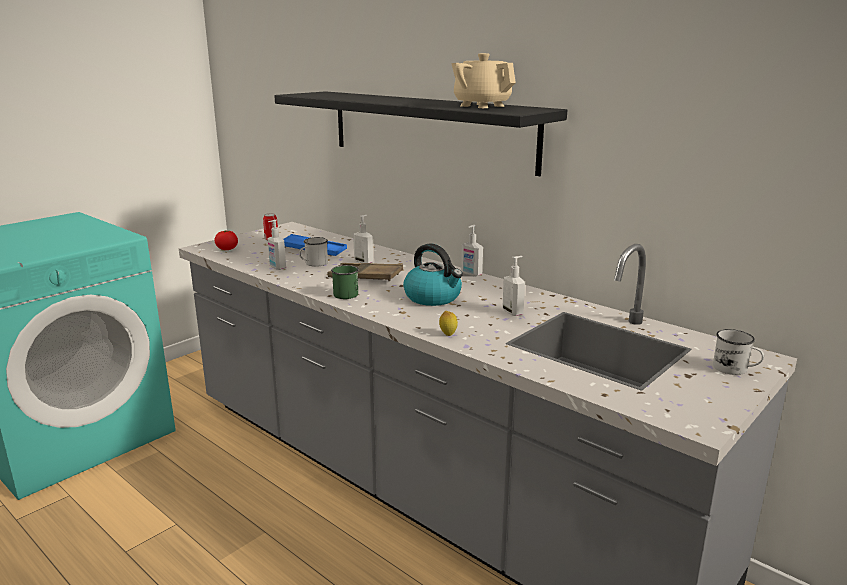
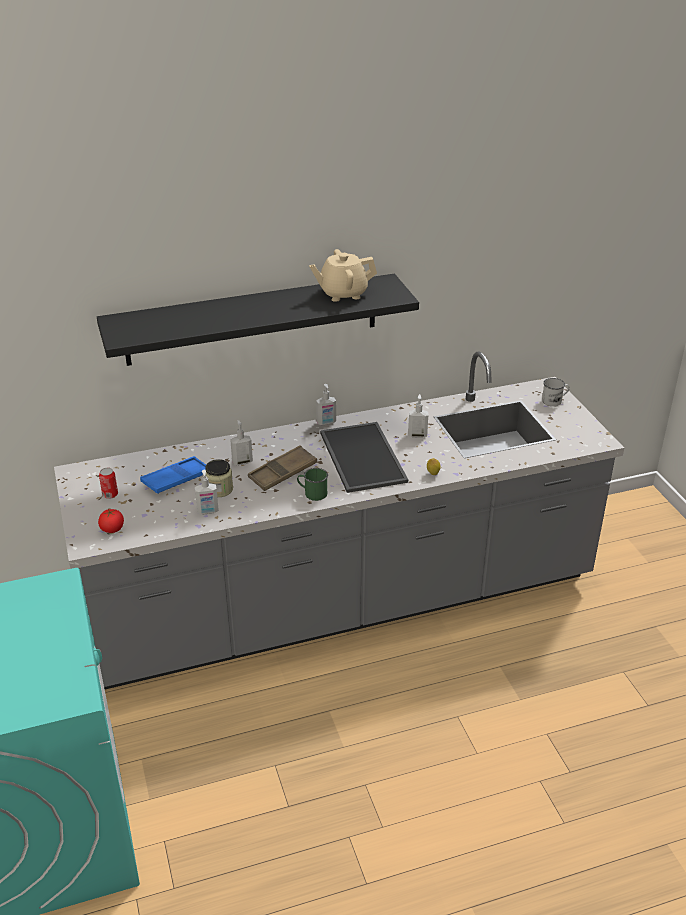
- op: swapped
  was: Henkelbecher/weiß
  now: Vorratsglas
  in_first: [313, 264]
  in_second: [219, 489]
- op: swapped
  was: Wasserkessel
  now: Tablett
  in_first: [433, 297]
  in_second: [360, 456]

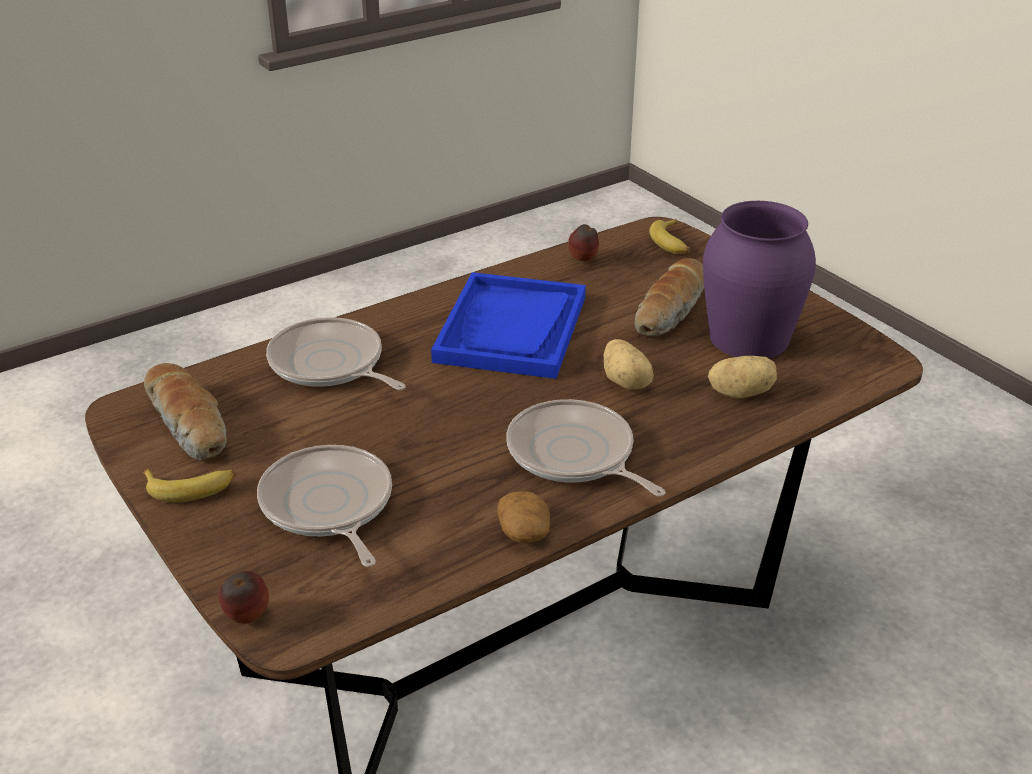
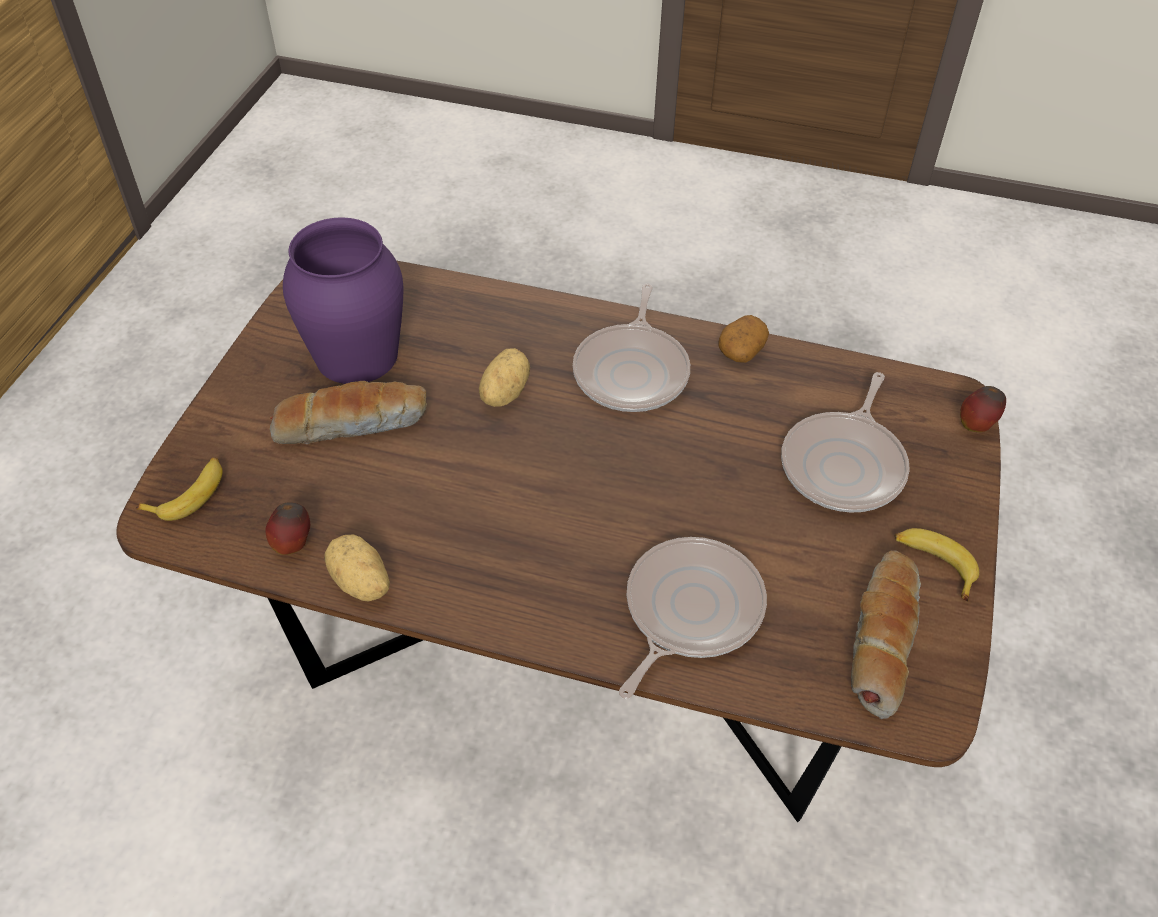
- op: gone
  was: Tablett/blau
  in_first: [511, 329]
- op: shifted
  was: Kartoffel
  in_first: [740, 393]
  in_second: [360, 584]
- op: rotated
  was: Pfanne
  in_first: [330, 365]
  in_second: [689, 611]
  clockwise: -150

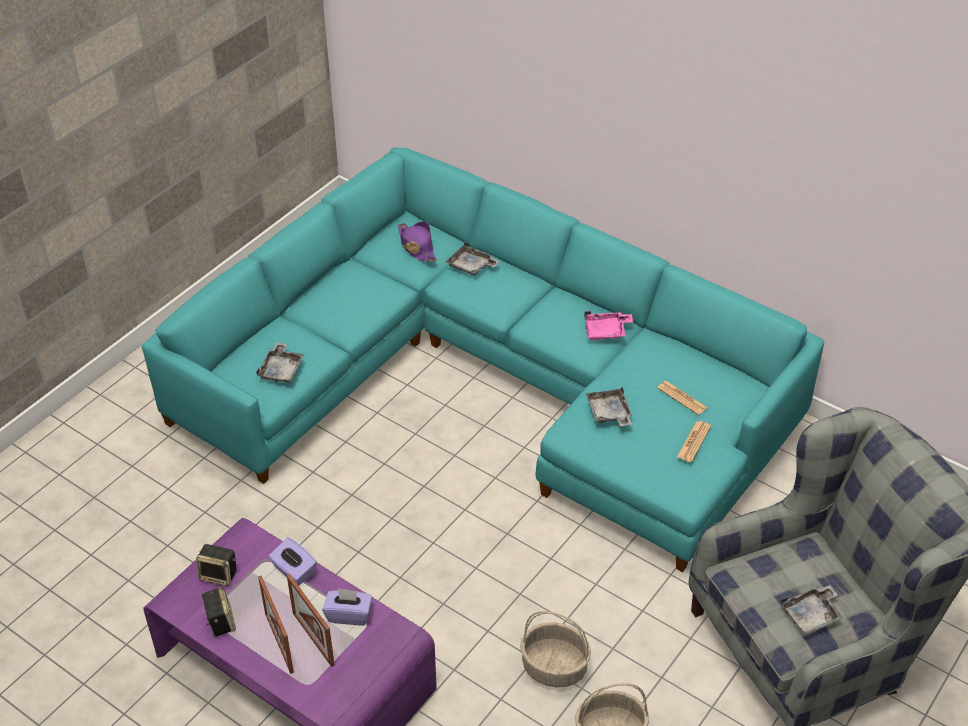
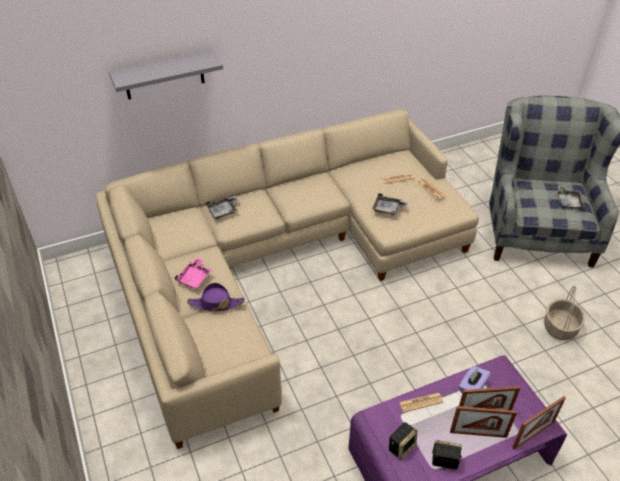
- op: gone
  was: Tablett/grau
  in_first: [281, 369]
- op: gone
  was: Korb
  in_first: [553, 667]
- op: new
  now: Wandregal/grau
  in_second: [164, 75]
- op: new
  now: Bilderrahmen
  in_second: [533, 435]
- op: shifted
  was: Hut/lila
  in_first: [416, 246]
  in_second: [216, 304]
- op: shifted
  was: Tablett/rosa
  in_first: [606, 331]
  in_second: [195, 278]
- op: swapped
  was: Taschentuchbox/lila
  now: Zeitung
  in_first: [294, 571]
  in_second: [421, 402]
- op: repainted
  was: Sofa/türkis
  now: Sofa/beige
  in_first: [490, 381]
  in_second: [278, 263]

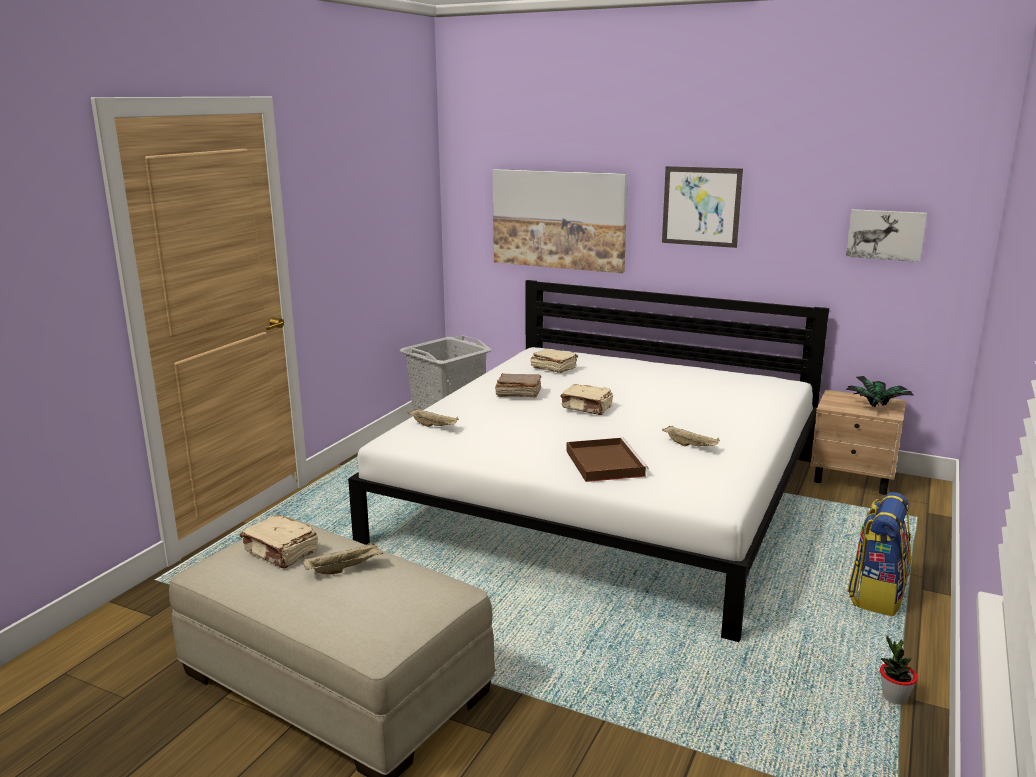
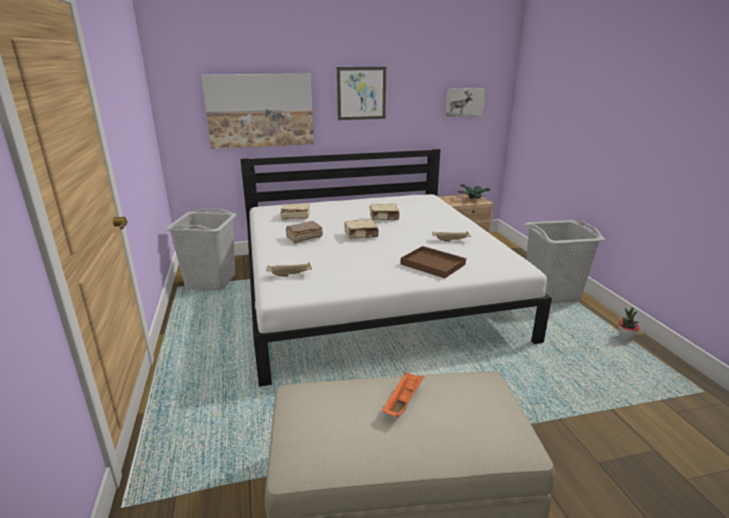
- op: shifted
  was: Buch/beige
  in_first: [281, 552]
  in_second: [384, 217]
- op: swapped
  was: Rucksack
  now: Wäschekorb/grau
  in_first: [876, 595]
  in_second: [551, 294]
- op: repainted
  was: Tablett/beige
  now: Tablett/orange
  in_first: [344, 568]
  in_second: [403, 402]

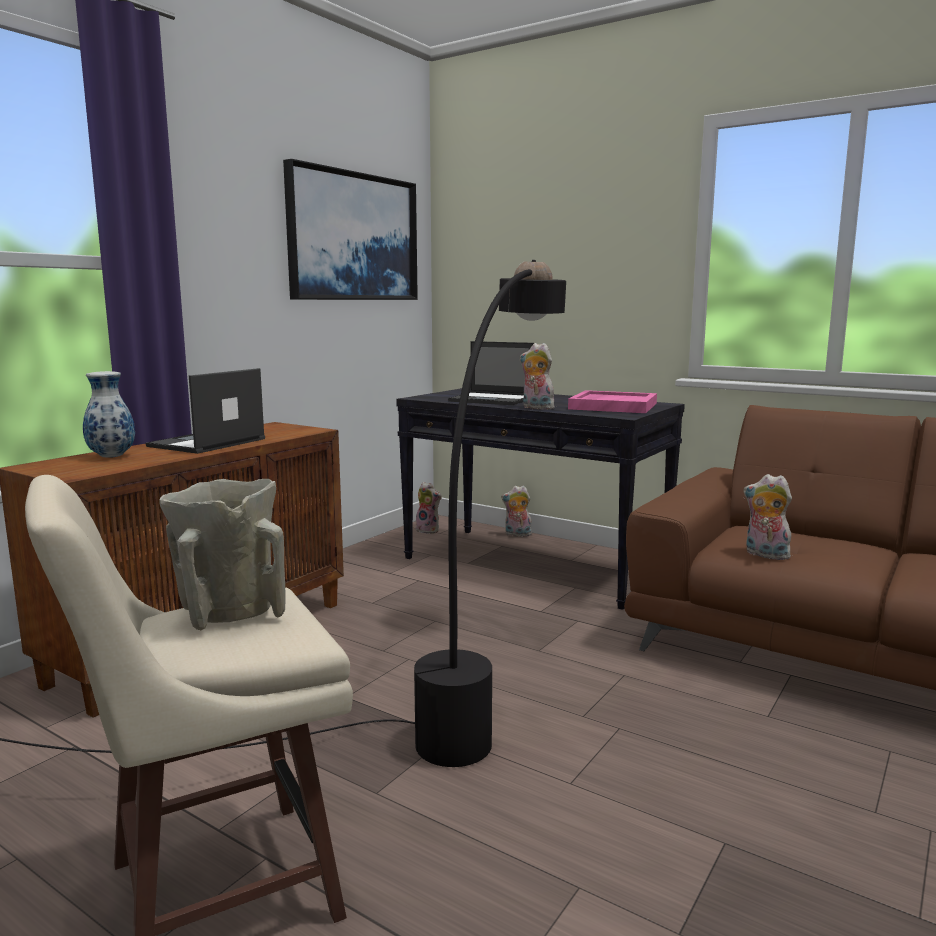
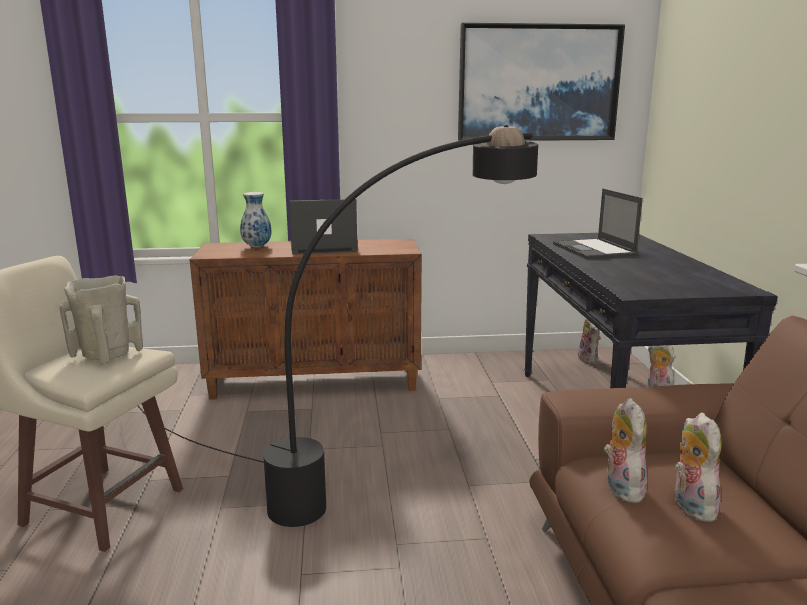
- op: gone
  was: Tablett/rosa
  in_first: [612, 406]
- op: shifted
  was: Plüschtier
  in_first: [536, 408]
  in_second: [690, 506]

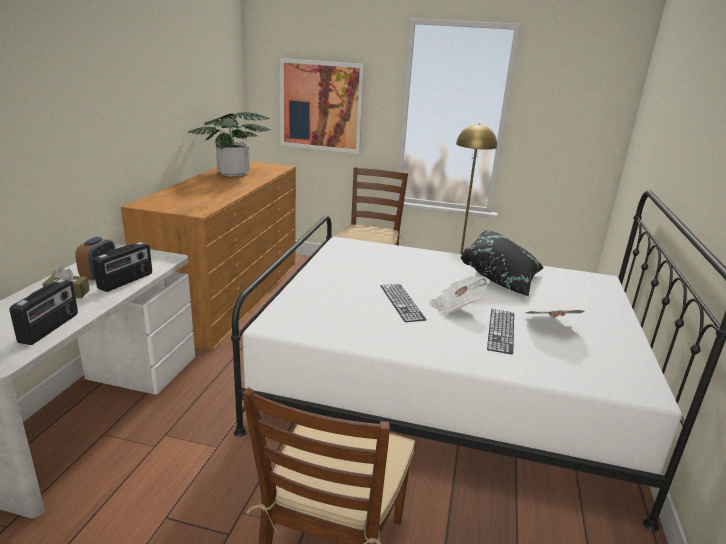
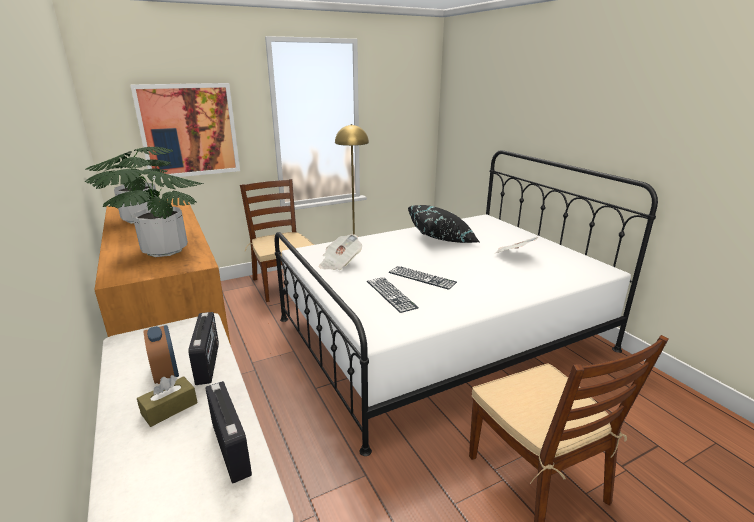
- op: new
  now: Topfpflanze
  in_second: [165, 250]
- op: shifted
  was: Zeitung
  in_first: [456, 307]
  in_second: [340, 263]
- op: shifted
  was: Tastatur
  in_first: [501, 330]
  in_second: [391, 294]

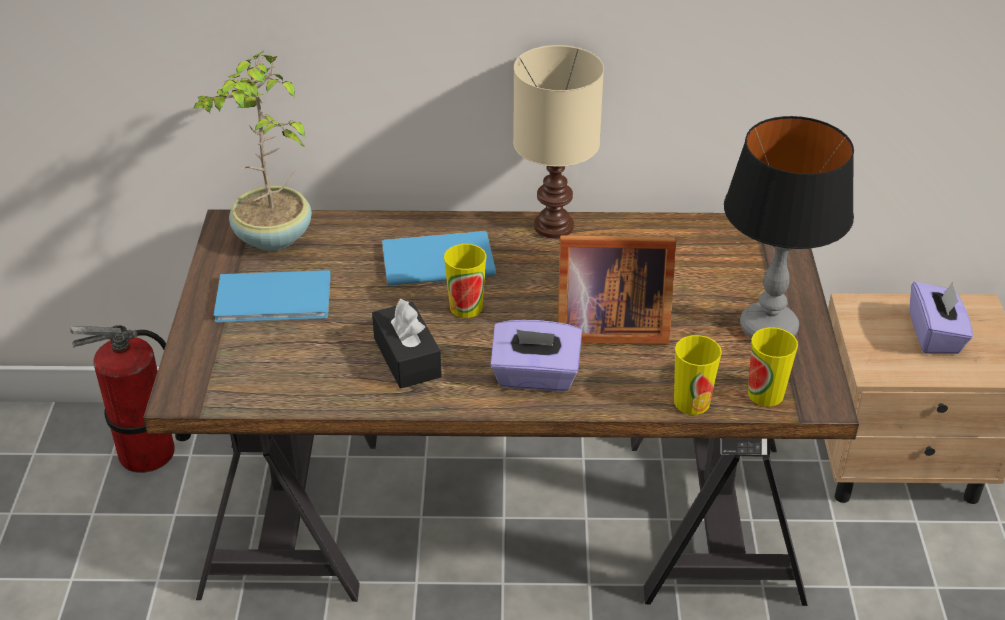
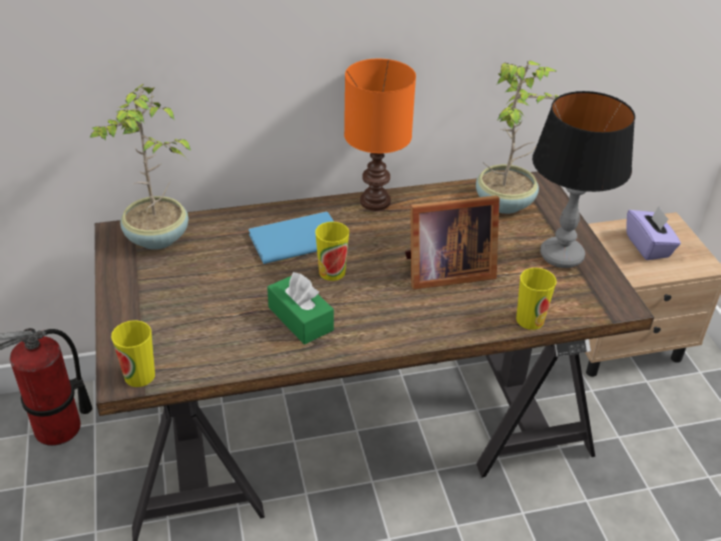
- op: gone
  was: Buch/blau
  in_first: [276, 300]
- op: gone
  was: Taschentuchbox/lila
  in_first: [535, 377]
- op: new
  now: Topfpflanze
  in_second: [506, 203]
- op: shifted
  was: Tasse
  in_first: [765, 394]
  in_second: [139, 375]
- op: repainted
  was: Taschentuchbox/schwarz
  now: Taschentuchbox/grün
  in_first: [407, 357]
  in_second: [300, 319]
- op: repainted
  was: Tischlampe/beige
  now: Tischlampe/orange
  in_first: [555, 227]
  in_second: [376, 202]

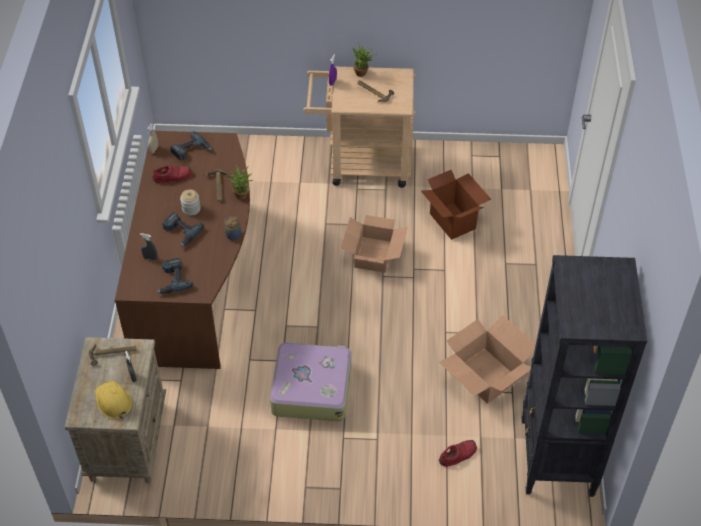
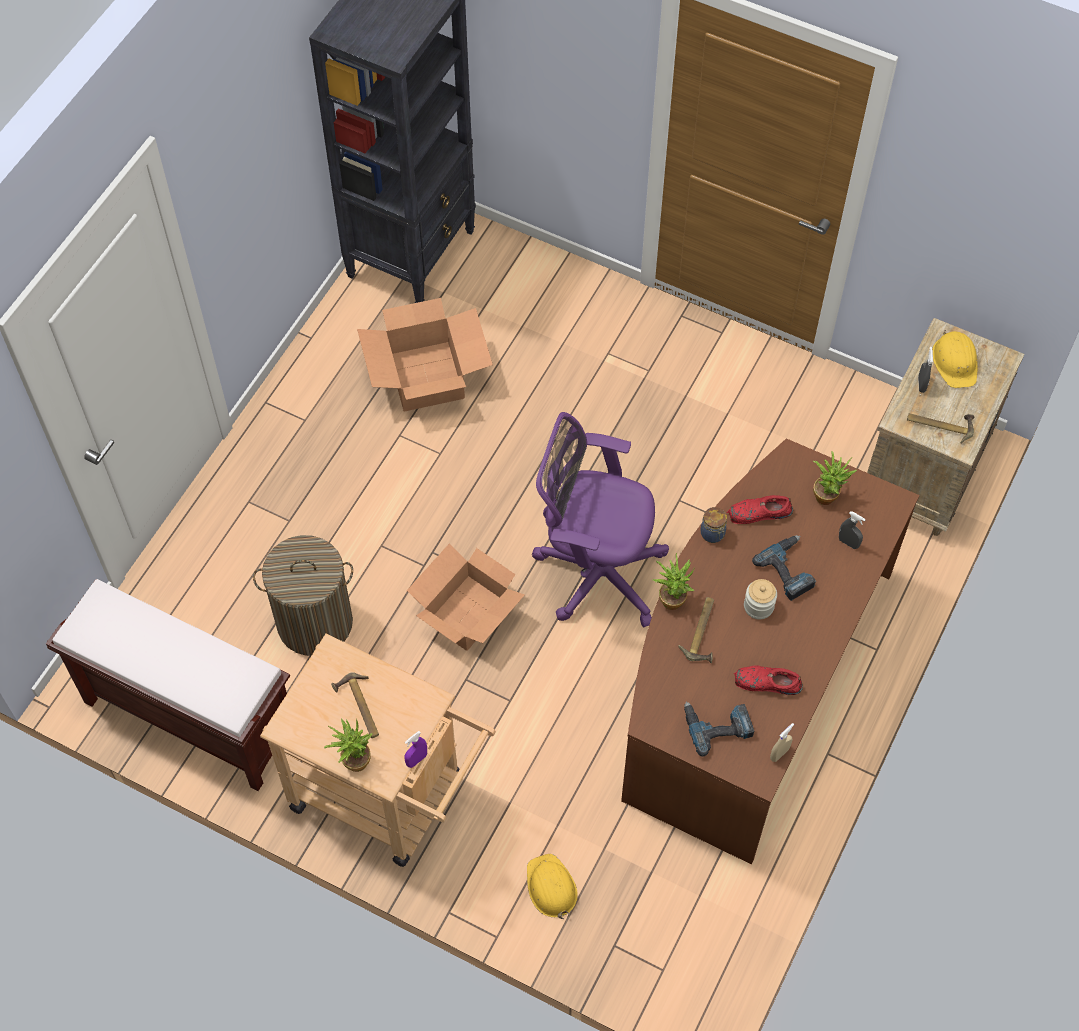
- op: gone
  was: Koffer
  in_first: [311, 388]
- op: new
  now: Bank/braun
  in_second: [188, 715]
- op: new
  now: Schutzhelm/gelb
  in_second: [551, 887]
- op: new
  now: Bürostuhl/lila
  in_second: [595, 571]
- op: shifted
  was: Schuh/rot
  in_first: [458, 454]
  in_second: [758, 513]
- op: swapped
  was: Bohrmaschine
  now: Topfpflanze
  in_first: [172, 280]
  in_second: [828, 494]
- op: swapped
  was: Karton
  now: Wäschekorb
  in_first: [453, 221]
  in_second: [314, 622]

